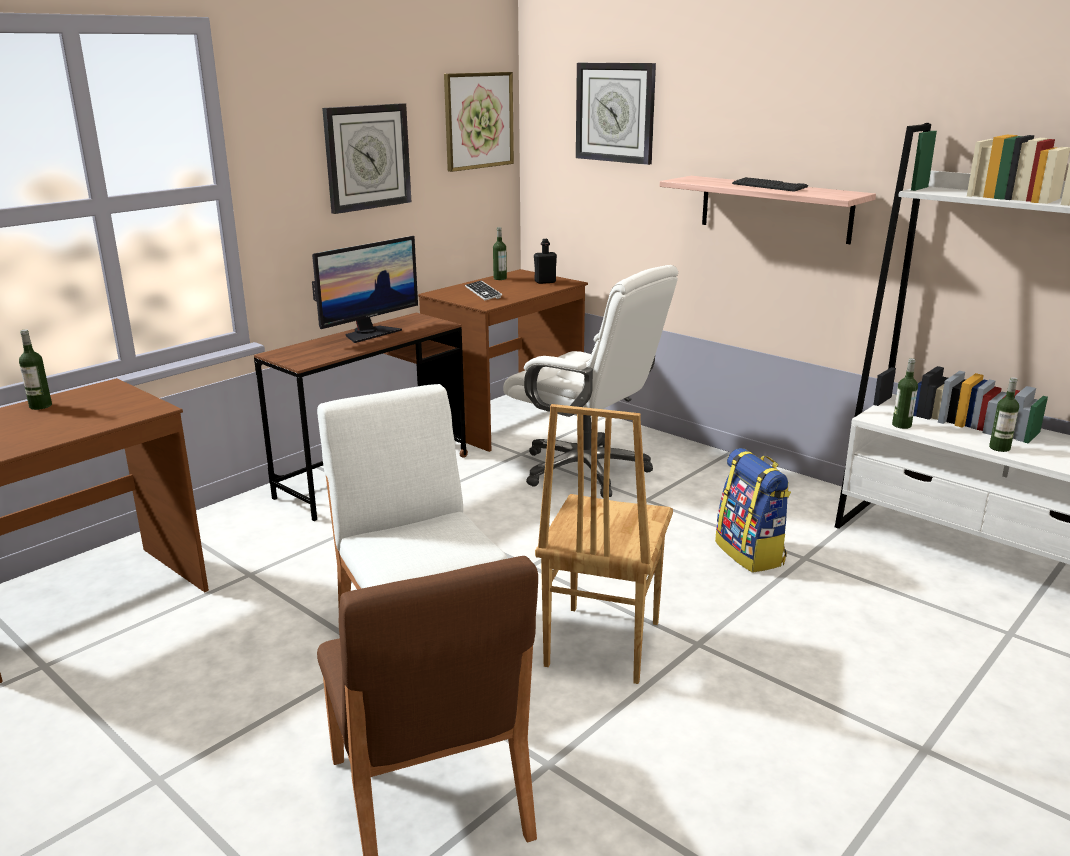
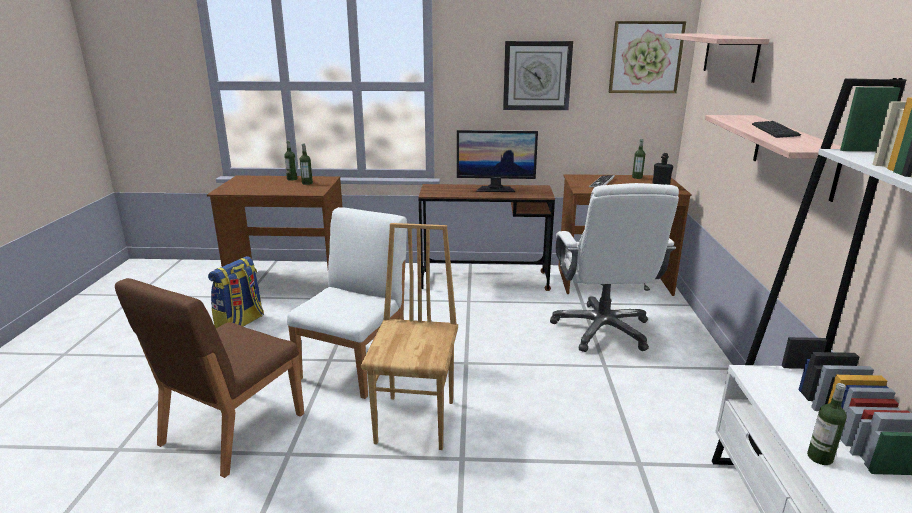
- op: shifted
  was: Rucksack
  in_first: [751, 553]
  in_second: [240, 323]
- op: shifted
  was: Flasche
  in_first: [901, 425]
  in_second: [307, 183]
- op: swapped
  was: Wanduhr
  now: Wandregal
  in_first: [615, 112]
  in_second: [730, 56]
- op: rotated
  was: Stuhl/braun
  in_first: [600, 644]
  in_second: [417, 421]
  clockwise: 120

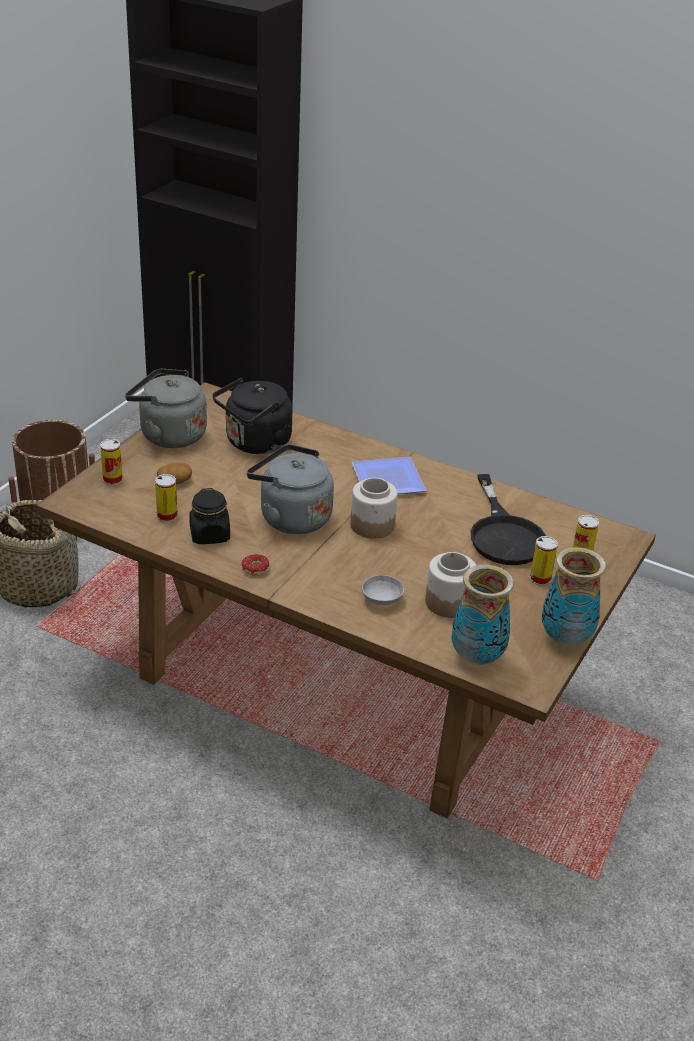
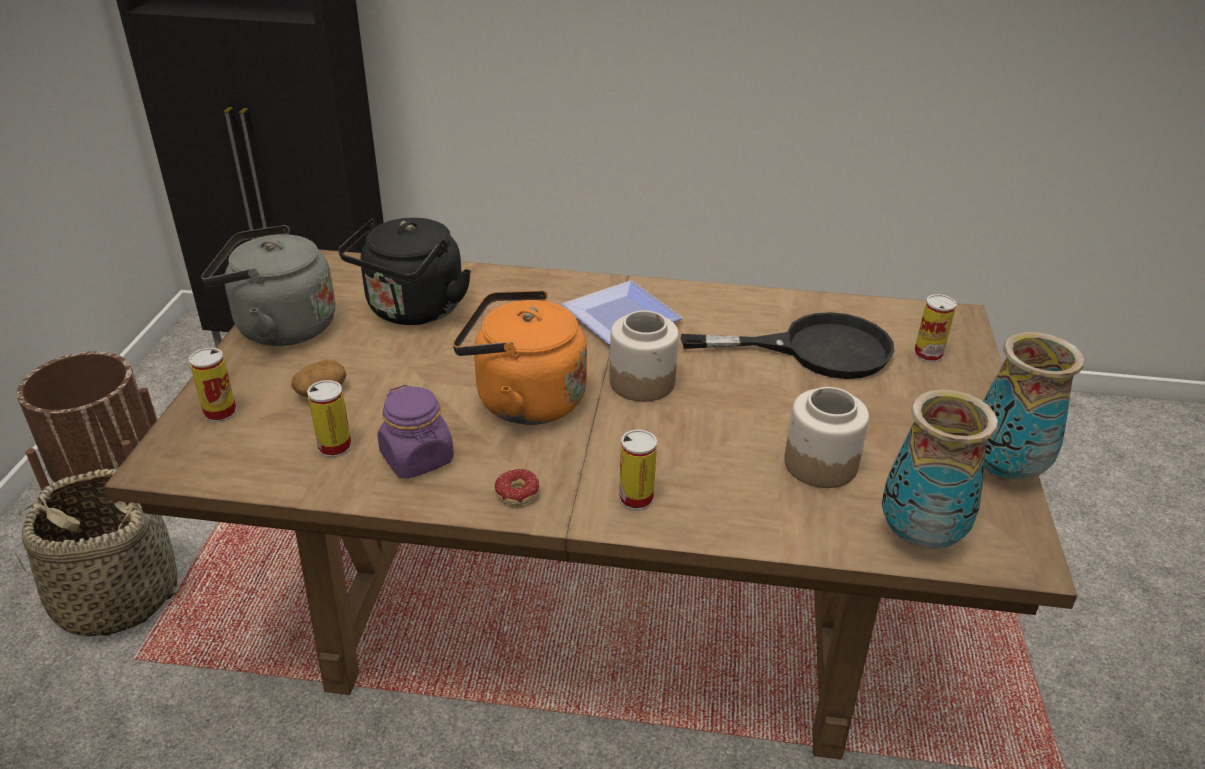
- op: gone
  was: Schüssel/grau
  in_first: [382, 599]
- op: shifted
  was: Dose
  in_first: [540, 578]
  in_second: [636, 498]
- op: repainted
  was: Vorratsglas/schwarz
  now: Vorratsglas/lila
  in_first: [210, 535]
  in_second: [417, 458]
- op: repainted
  was: Wasserkessel/grau
  now: Wasserkessel/orange
  in_first: [291, 517]
  in_second: [523, 400]
- op: rotated
  was: Pfanne/schwarz
  in_first: [504, 534]
  in_second: [815, 350]
  clockwise: -60

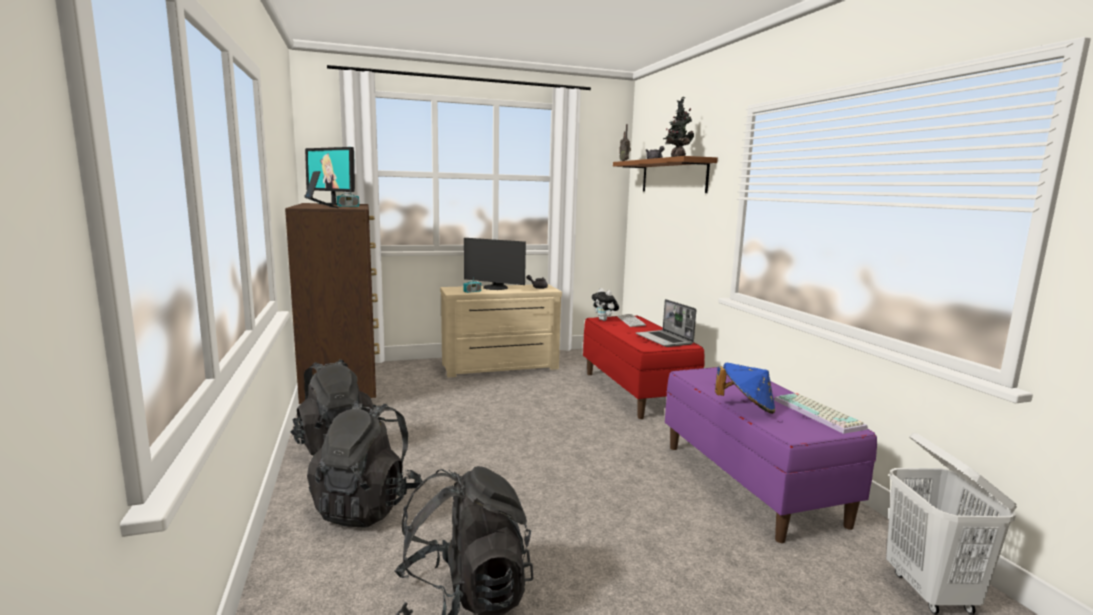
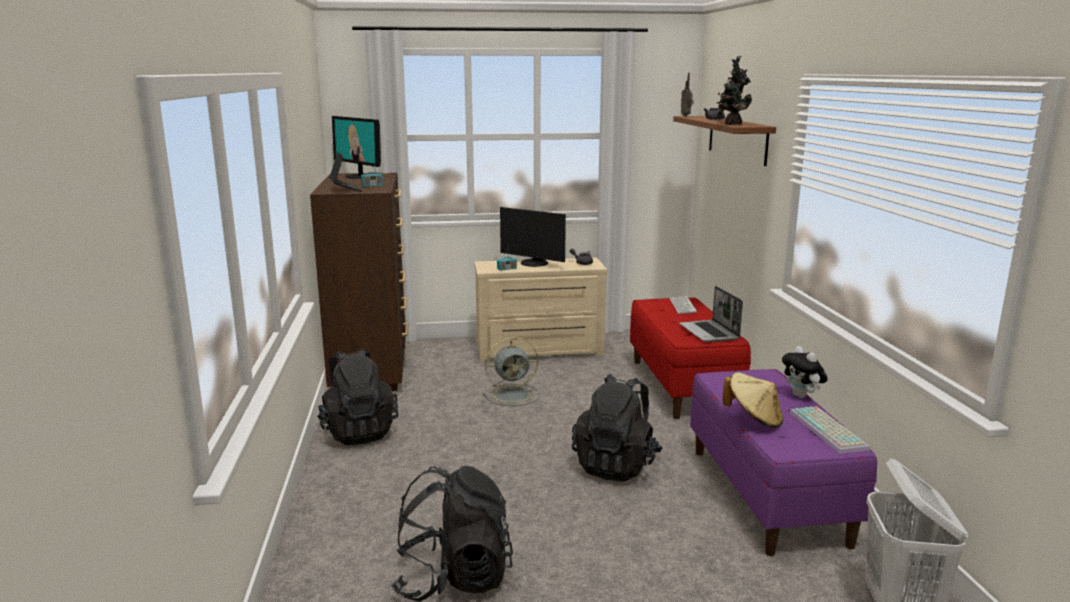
- op: new
  now: Ventilator/grau
  in_second: [513, 395]
- op: shifted
  was: Rucksack/schwarz
  in_first: [367, 506]
  in_second: [616, 465]
- op: shifted
  was: Plüschtier
  in_first: [604, 320]
  in_second: [802, 396]
- op: repainted
  was: Hut/blau
  now: Hut/beige
  in_first: [746, 407]
  in_second: [754, 419]

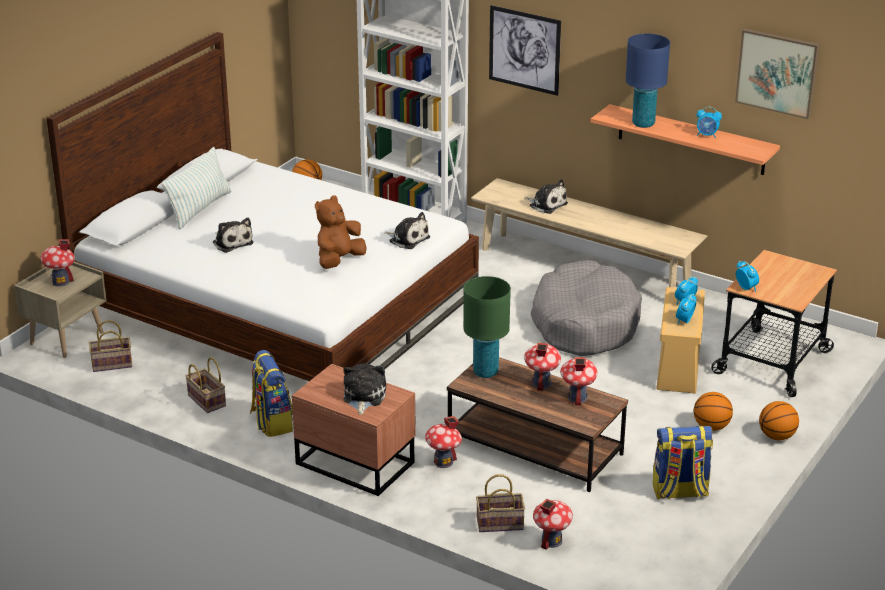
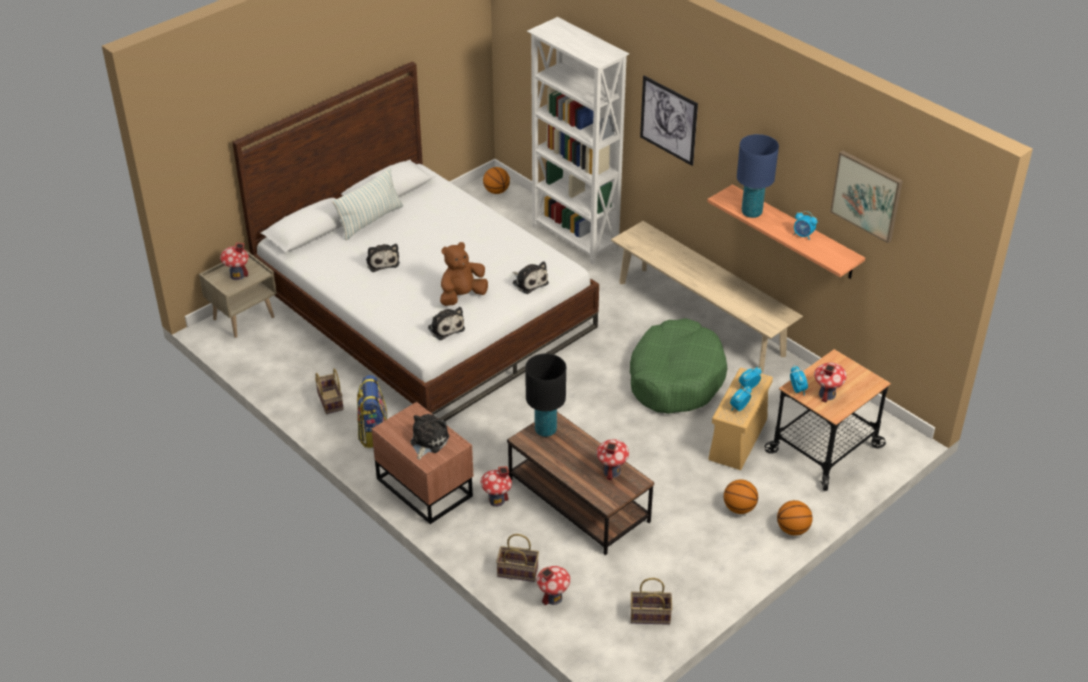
- op: gone
  was: Rucksack
  in_first: [679, 492]
- op: shifted
  was: Korb
  in_first: [111, 365]
  in_second: [649, 616]
- op: shifted
  was: Spielzeughaus
  in_first: [541, 383]
  in_second: [827, 394]
- op: shifted
  was: Plüschtier
  in_first: [546, 204]
  in_second: [445, 327]
- op: repainted
  was: Tischlampe/grün
  now: Tischlampe/schwarz
  in_first: [485, 372]
  in_second: [545, 430]
- op: repainted
  was: Hundebett/grau
  now: Hundebett/grün
  in_first: [584, 324]
  in_second: [675, 378]

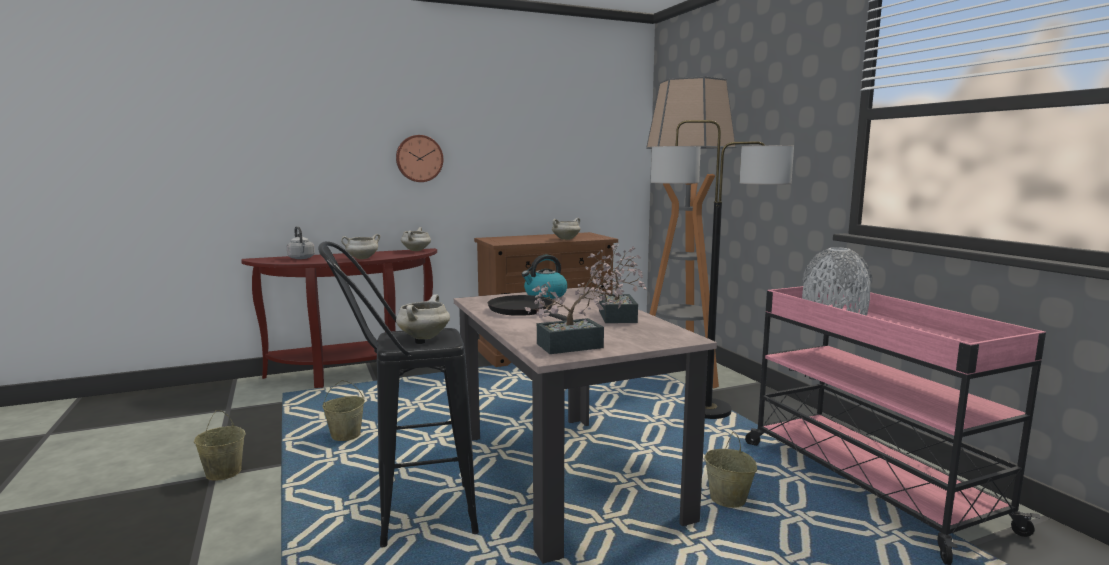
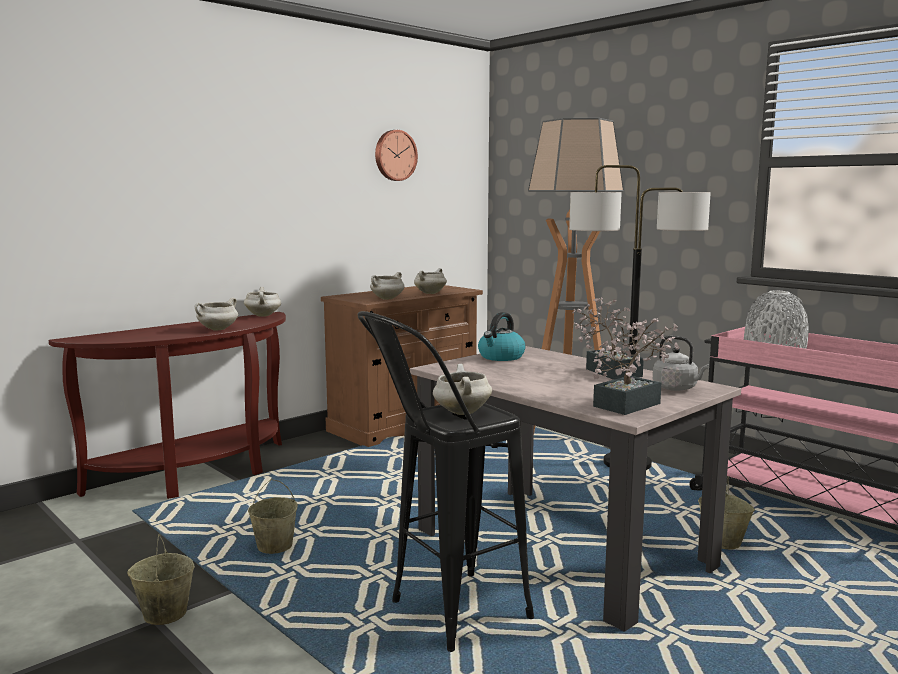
- op: gone
  was: Pfanne/schwarz
  in_first: [524, 310]
- op: new
  now: Kochtopf/weiß
  in_second: [387, 299]
- op: shifted
  was: Wasserkessel/grau
  in_first: [301, 258]
  in_second: [677, 388]
- op: shifted
  was: Wanduhr
  in_first: [419, 158]
  in_second: [394, 155]

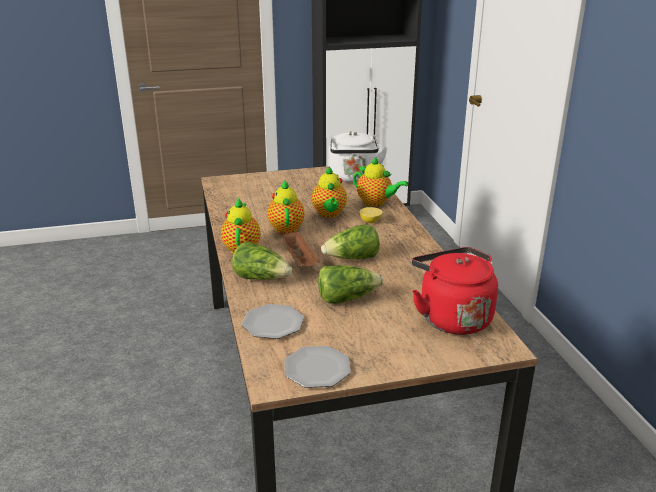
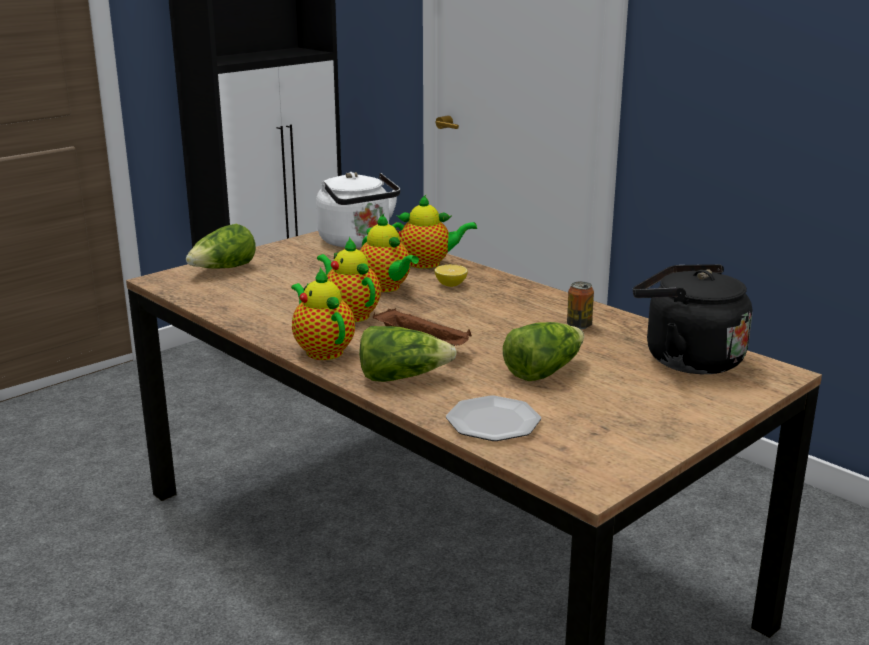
- op: gone
  was: Teller
  in_first: [316, 369]
- op: new
  now: Dose
  in_second: [579, 325]
- op: shifted
  was: Salatkopf
  in_first: [352, 259]
  in_second: [223, 269]
- op: repainted
  was: Wasserkessel/rot
  now: Wasserkessel/schwarz
  in_first: [452, 317]
  in_second: [686, 359]

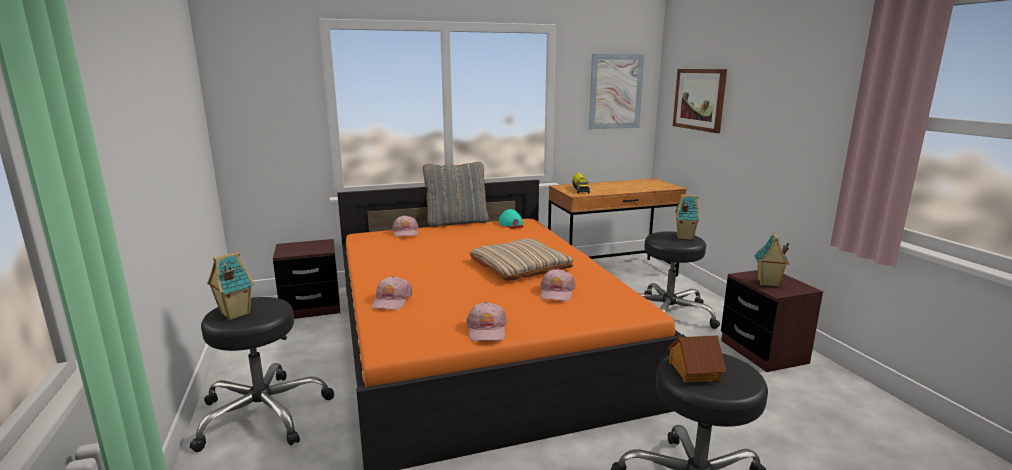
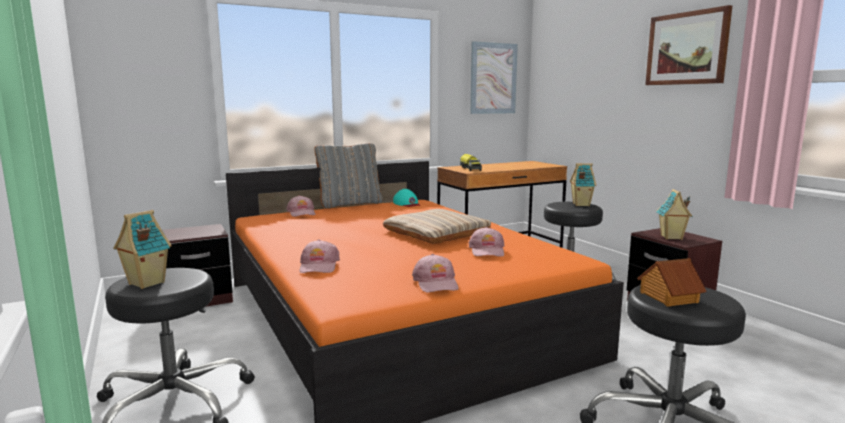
- op: shifted
  was: Bild
  in_first: [699, 99]
  in_second: [687, 48]

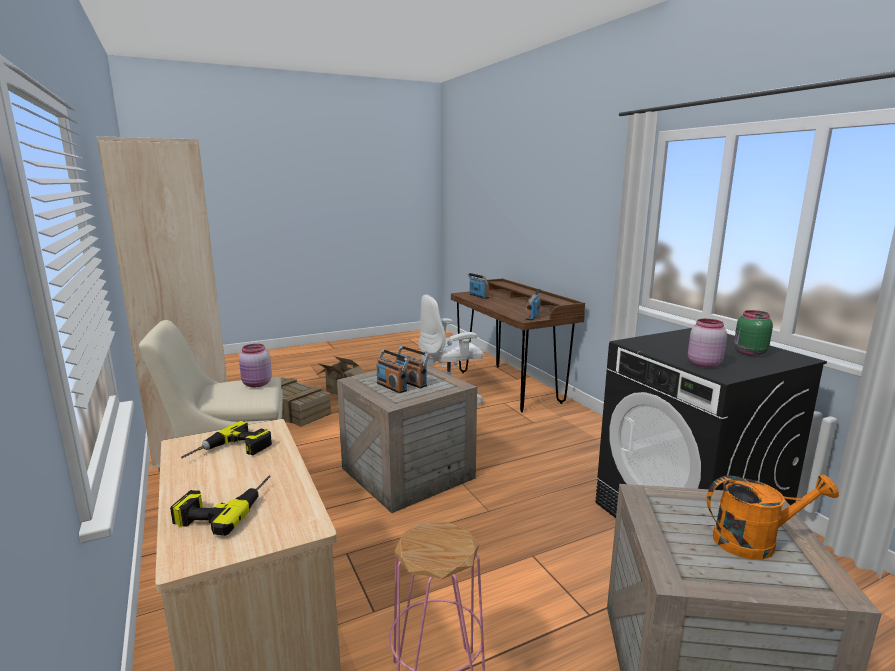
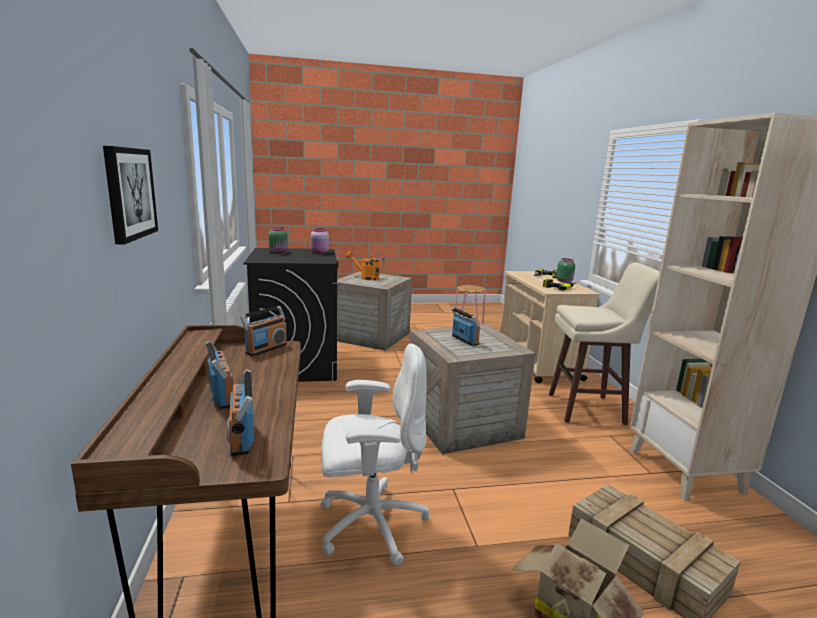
- op: gone
  was: Vorratsglas/rosa
  in_first: [257, 384]
- op: new
  now: Bild
  in_second: [129, 193]
- op: new
  now: Vorratsglas/grün
  in_second: [564, 281]
- op: shifted
  was: Radio
  in_first: [392, 387]
  in_second: [222, 396]

